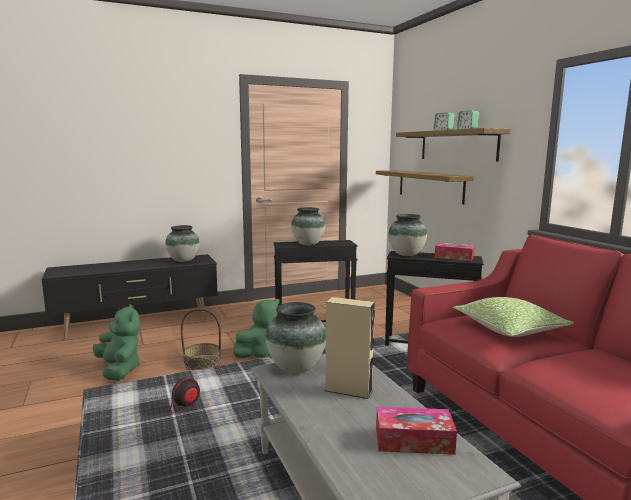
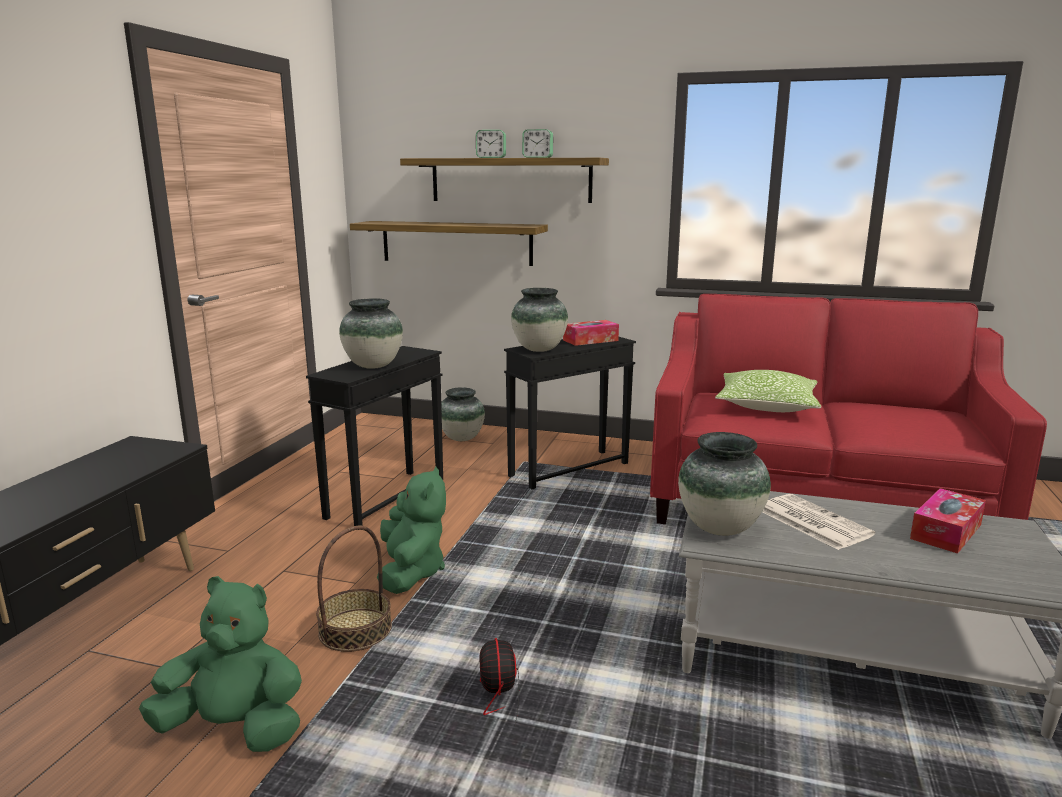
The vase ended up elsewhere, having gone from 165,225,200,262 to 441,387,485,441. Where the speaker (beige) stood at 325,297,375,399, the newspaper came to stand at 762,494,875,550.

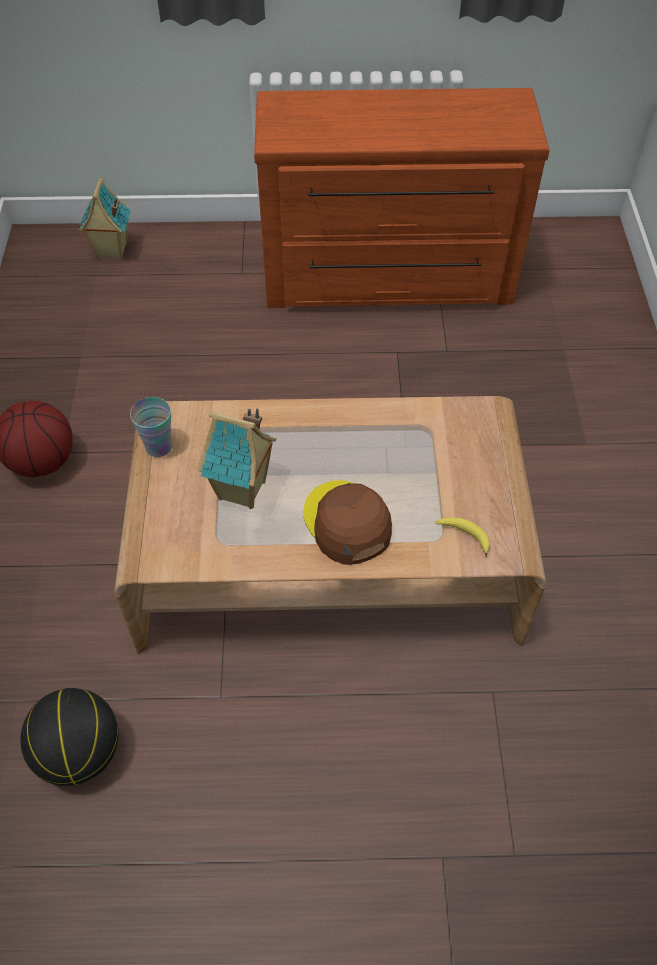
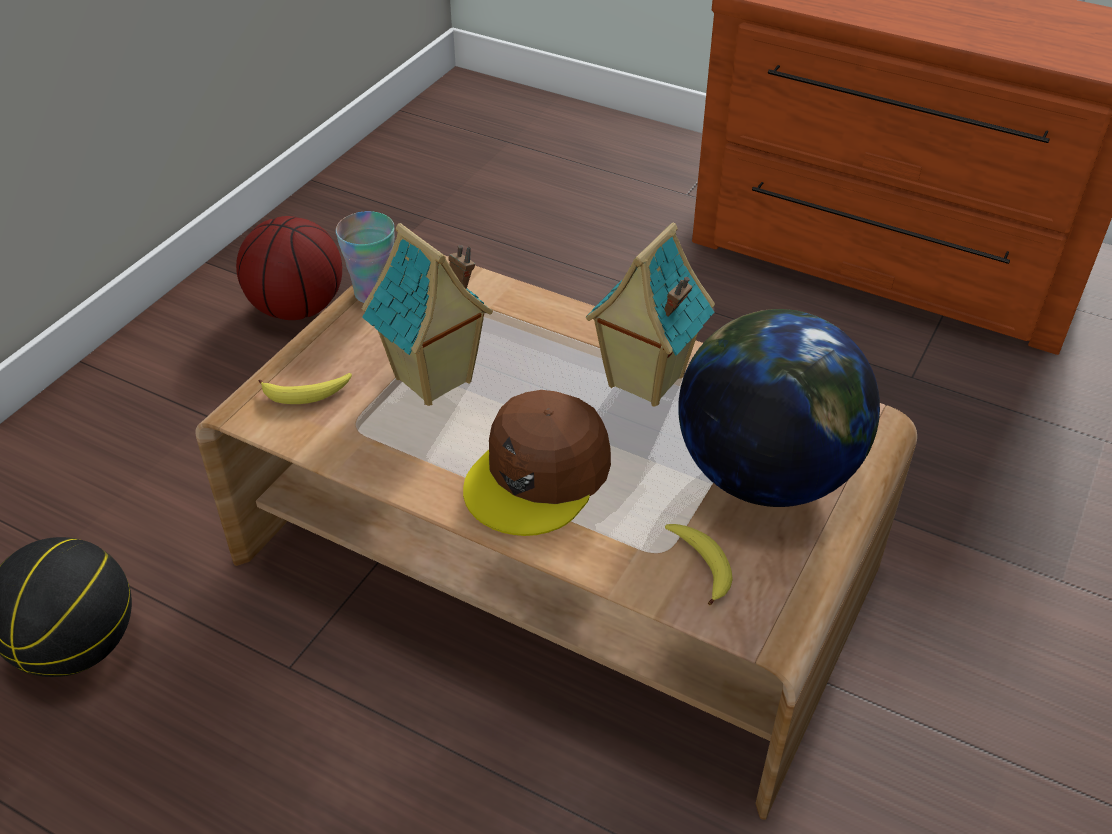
The second view gained the banana at 259,373,352,404. The cap (brown) at 303,480,392,565 ended up facing another way, 150 degrees counterclockwise from before. The toy house ended up elsewhere, having gone from 79,177,131,260 to 586,223,715,406. The second view gained the globe at 678,309,880,507.

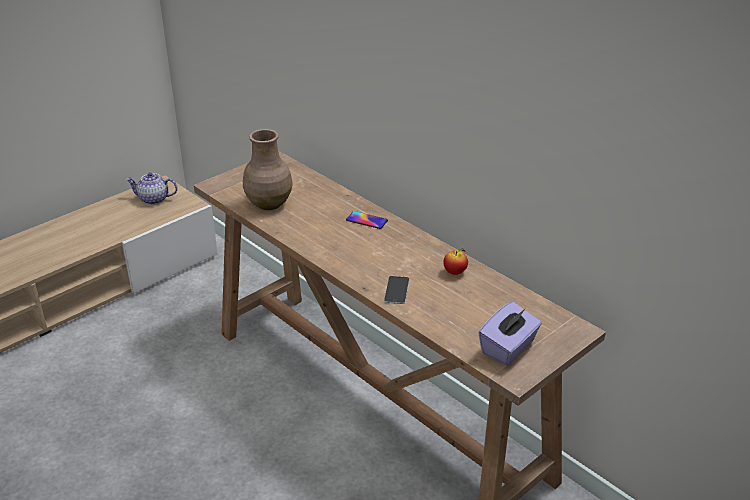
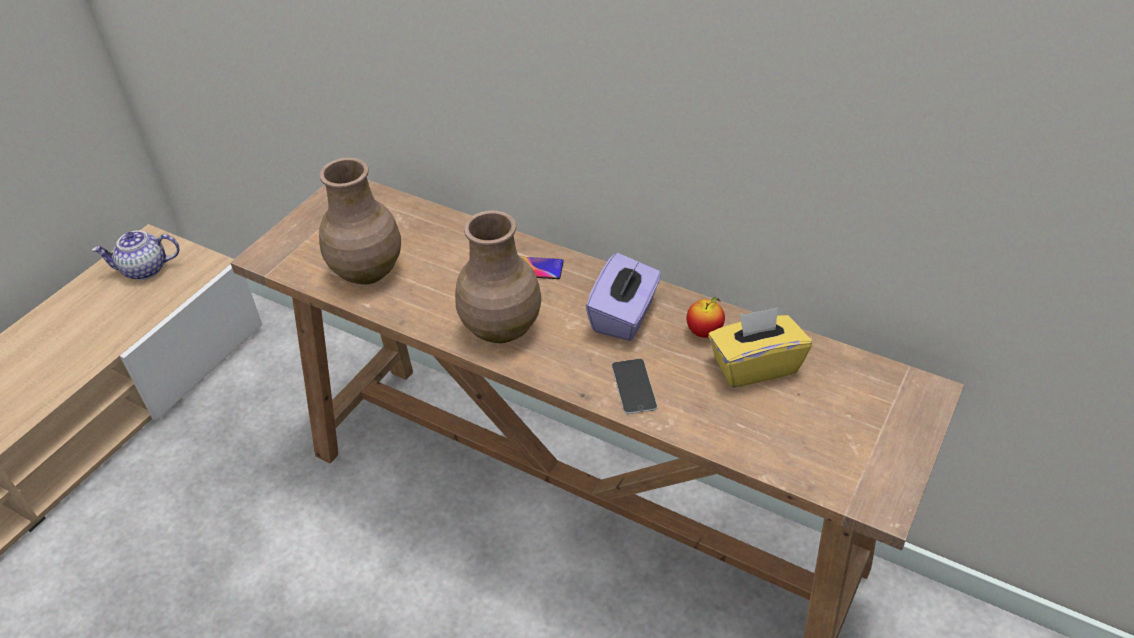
The second view gained the vase (brown) at 455,211,541,343. The tissue box (purple) ended up elsewhere, having gone from 479,302,542,365 to 586,253,661,341. The second view gained the tissue box (yellow) at 708,307,812,388.

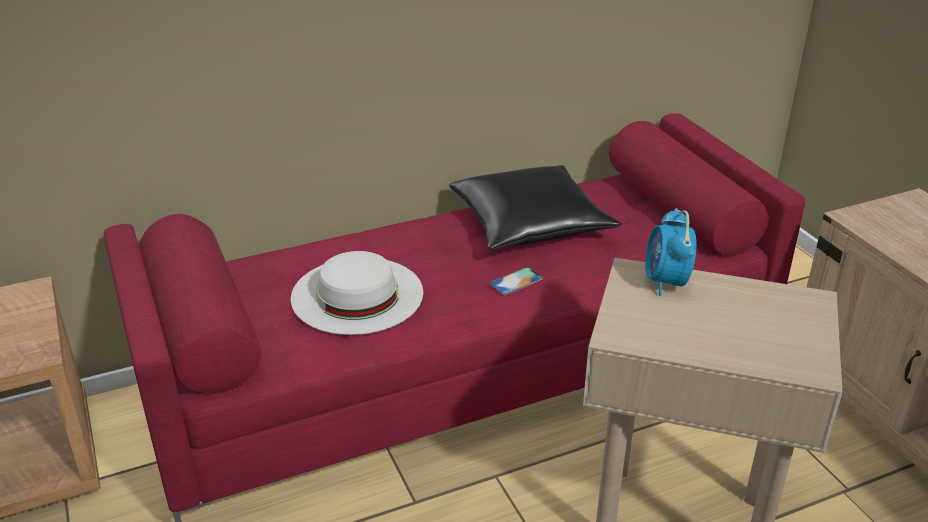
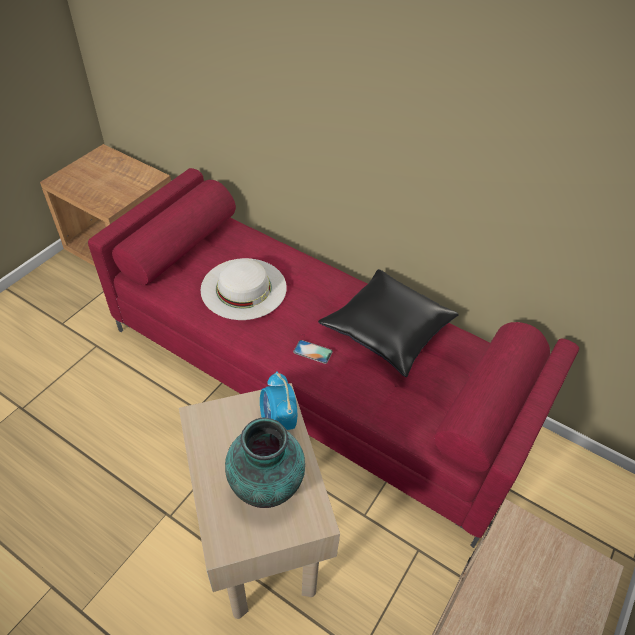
The second view gained the vase at 225,417,305,508. The alarm clock at 645,208,697,296 ended up facing another way, 75 degrees counterclockwise from before.

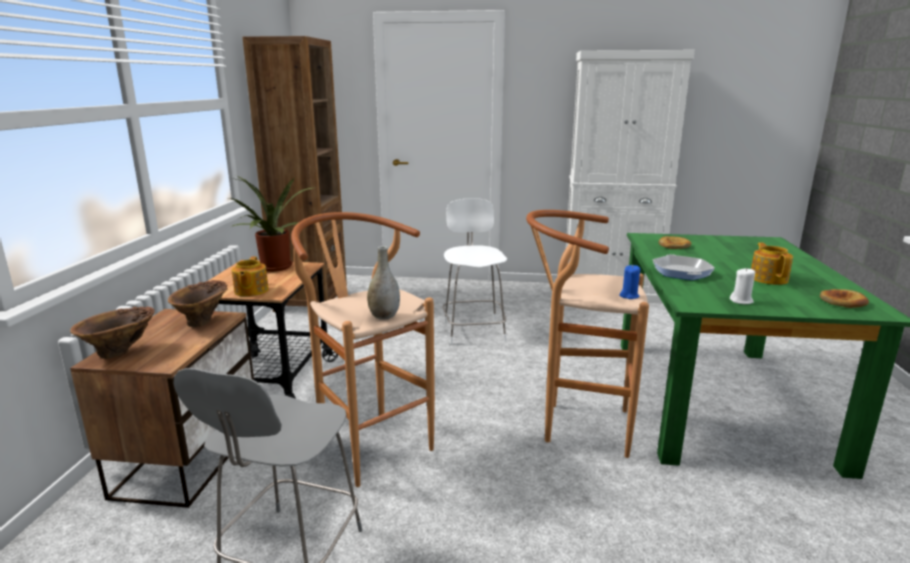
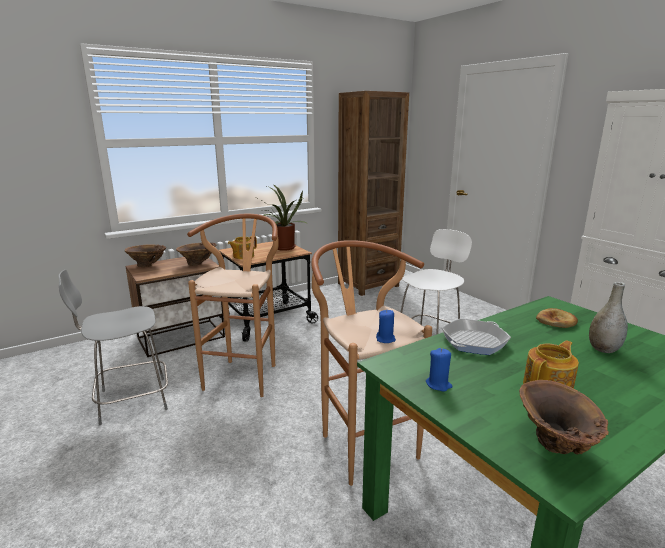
What was the candle (white) at 730,268,755,304 turned into the candle (blue) at 426,348,453,392. Where the bread stood at 820,289,869,308, the vase (brown) came to stand at 519,380,609,455. The vase (grey) ended up elsewhere, having gone from 367,246,400,320 to 589,282,628,353.

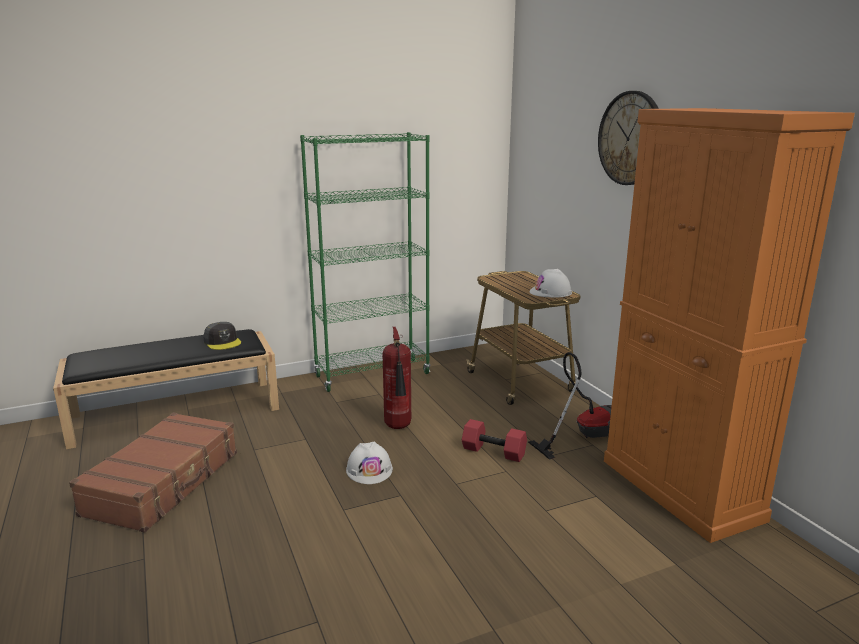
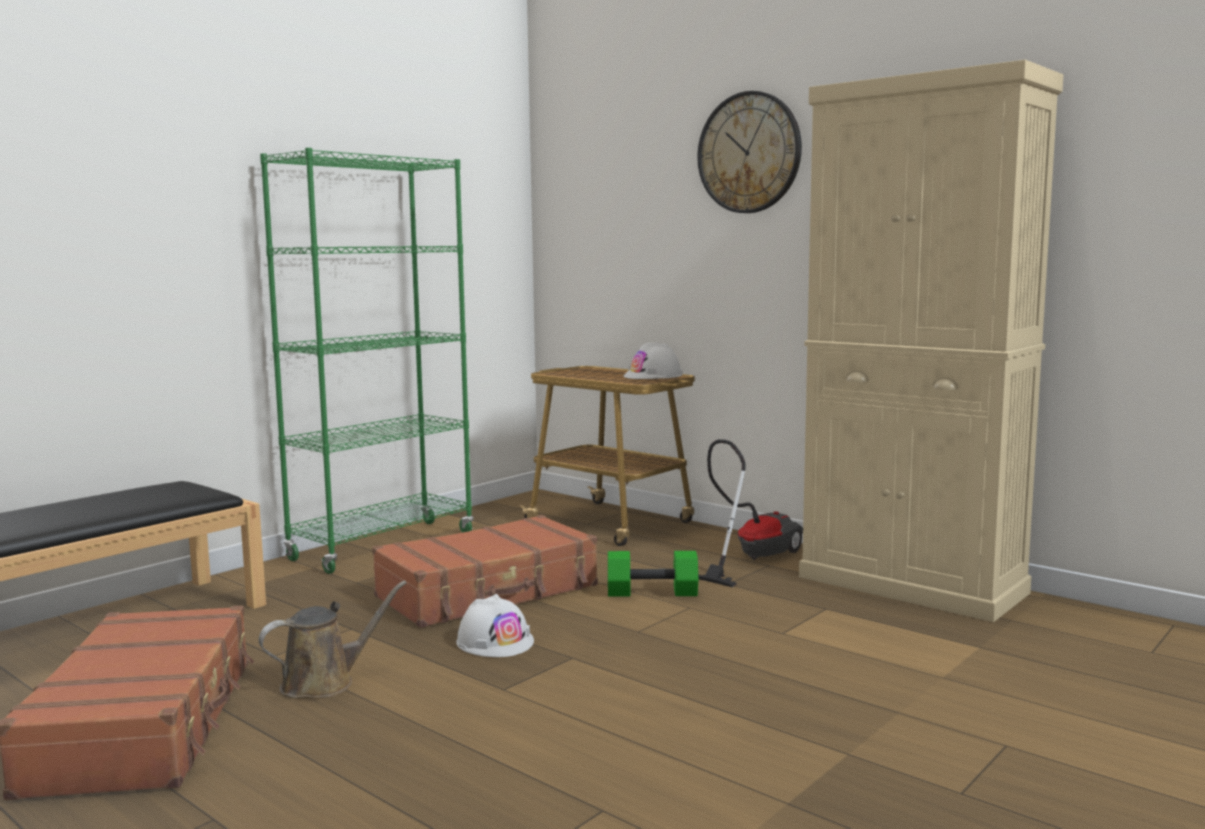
The second view gained the watering can (brown) at 259,580,407,699. Where the fire extinguisher stood at 383,327,411,429, the suitcase (brown) came to stand at 372,515,598,628. What was the dumbbell (red) at 462,419,527,462 turned into the dumbbell (green) at 608,551,698,597. What was the cabinet (orange) at 604,108,855,543 turned into the cabinet (beige) at 799,60,1063,622. The second view lost the cap (grey) at 203,322,241,350.

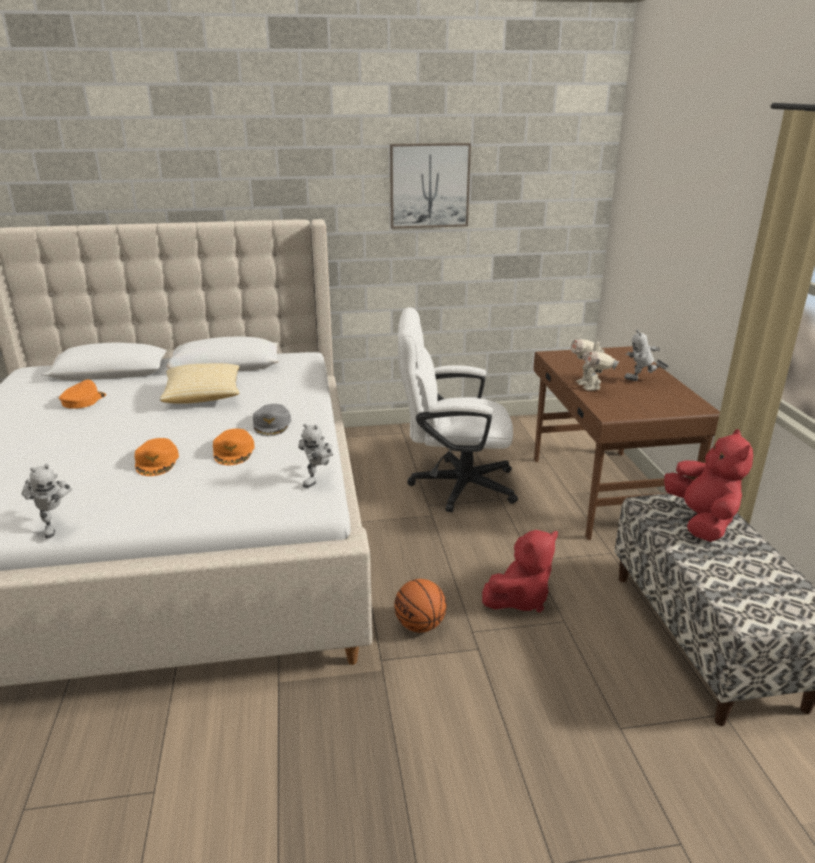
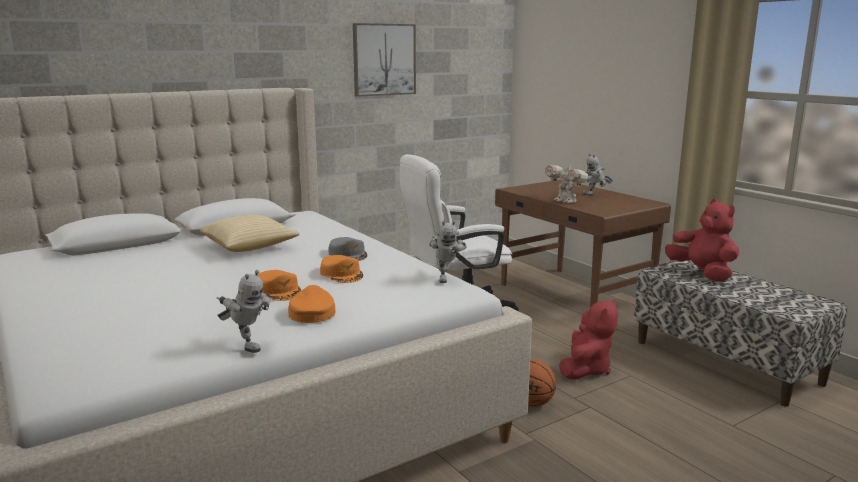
The cap (orange) ended up elsewhere, having gone from 59,380,106,409 to 288,285,336,323.

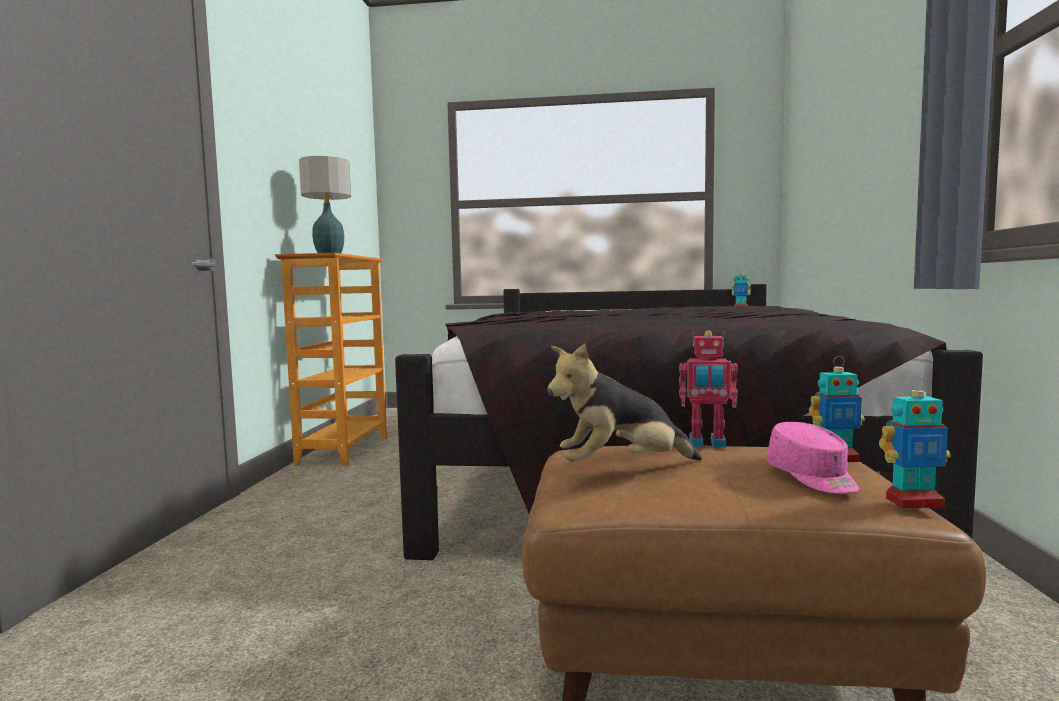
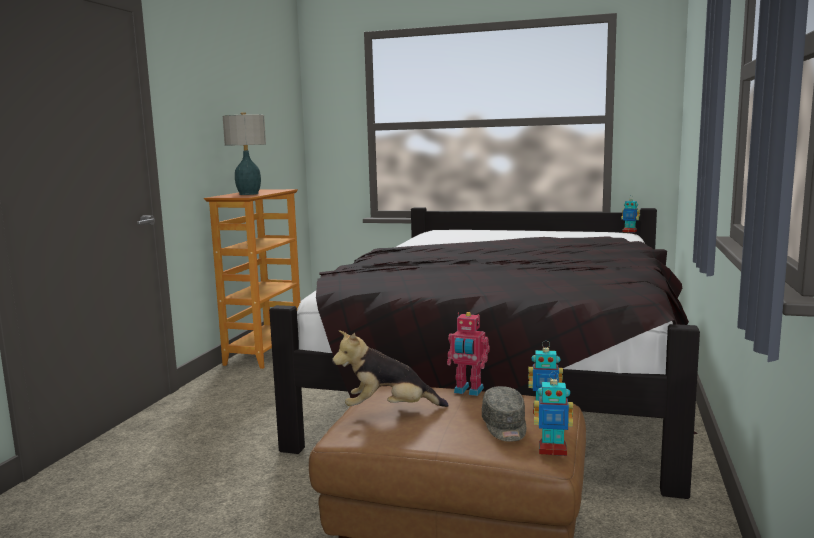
What was the cap (pink) at 767,422,859,494 turned into the cap (grey) at 482,386,526,442.

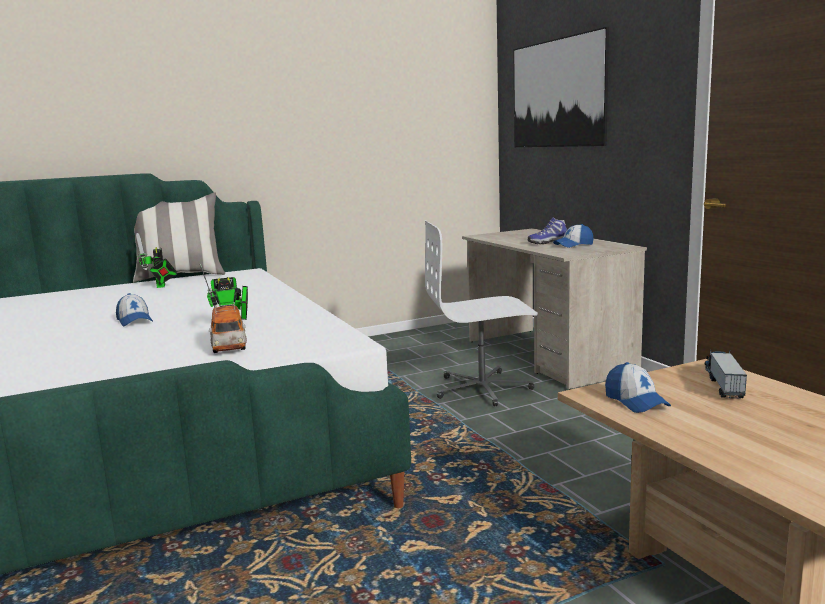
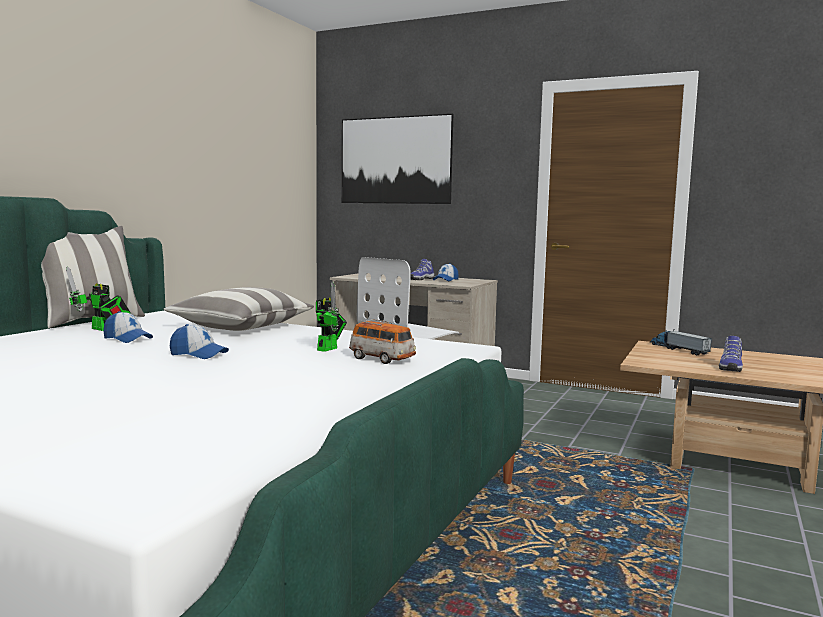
The cap ended up elsewhere, having gone from 605,362,671,413 to 103,311,153,343. The second view gained the pillow at 164,287,314,331. The second view gained the shoe at 719,336,743,372.

